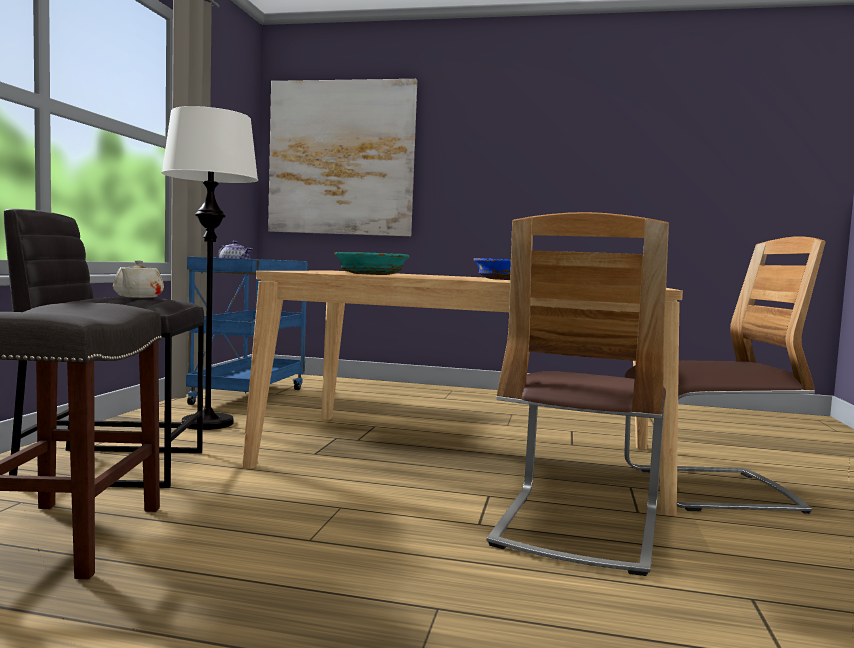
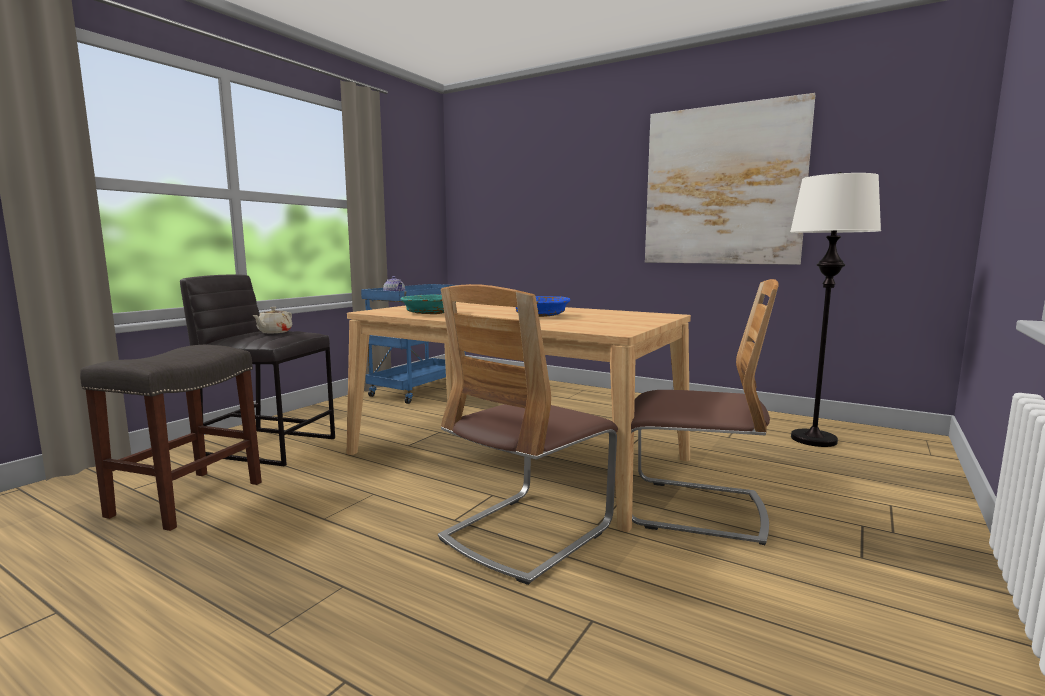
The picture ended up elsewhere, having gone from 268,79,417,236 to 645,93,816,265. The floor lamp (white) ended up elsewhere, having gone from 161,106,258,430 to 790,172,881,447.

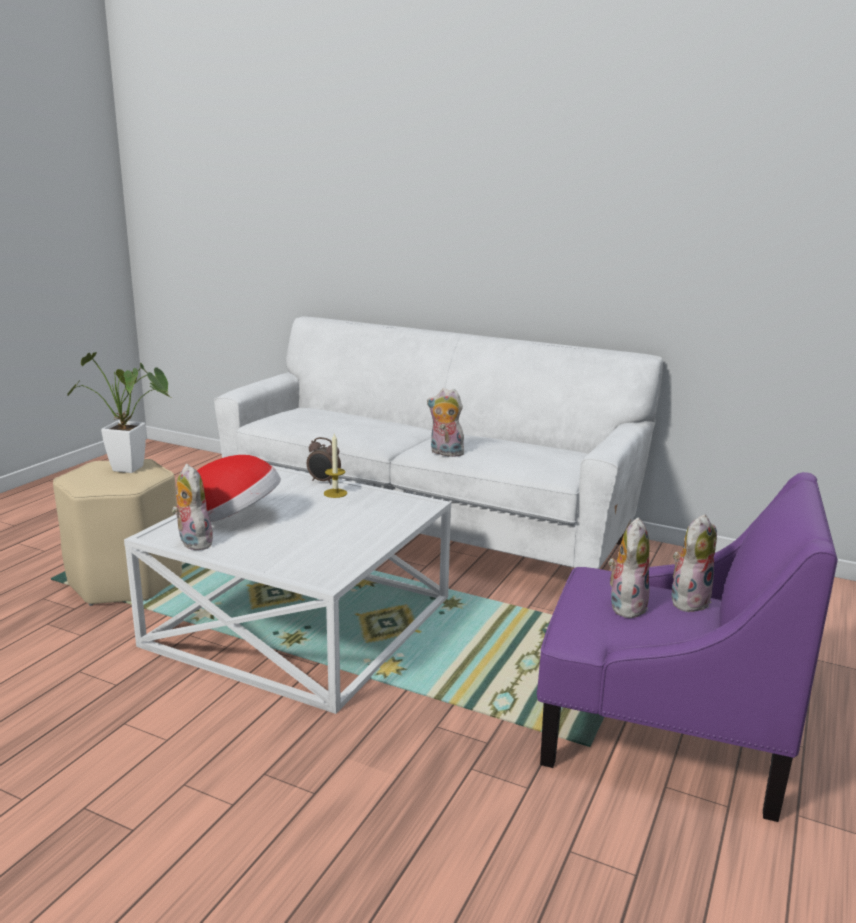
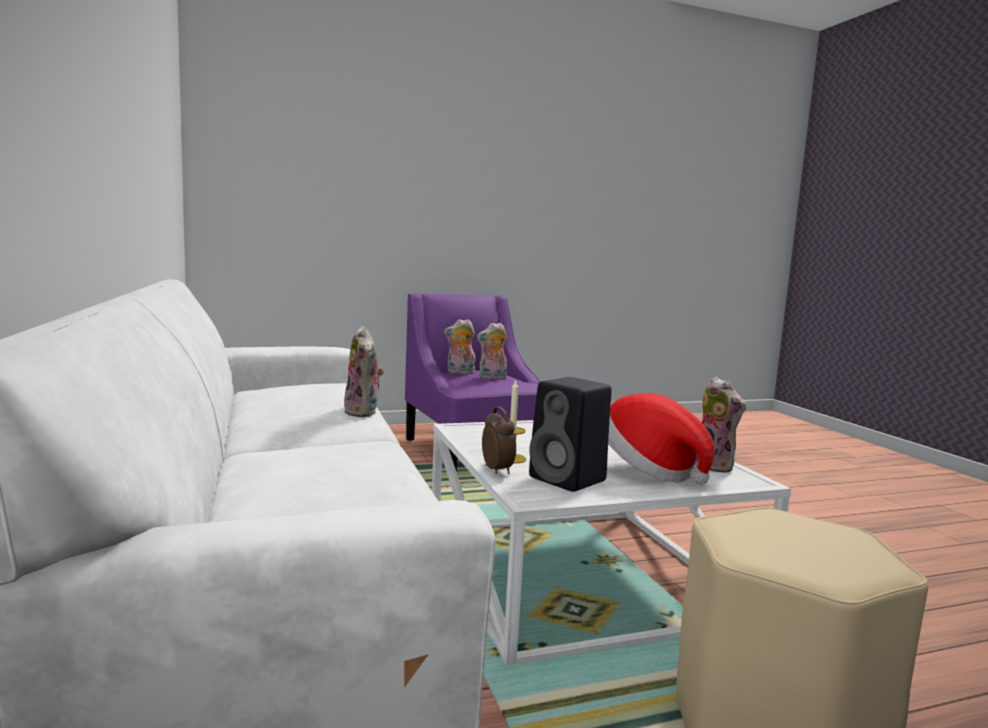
The second view gained the speaker (black) at 529,377,612,492. The plush toy at 171,464,216,550 ended up facing another way, 45 degrees counterclockwise from before. The second view lost the potted plant at 67,352,170,473.

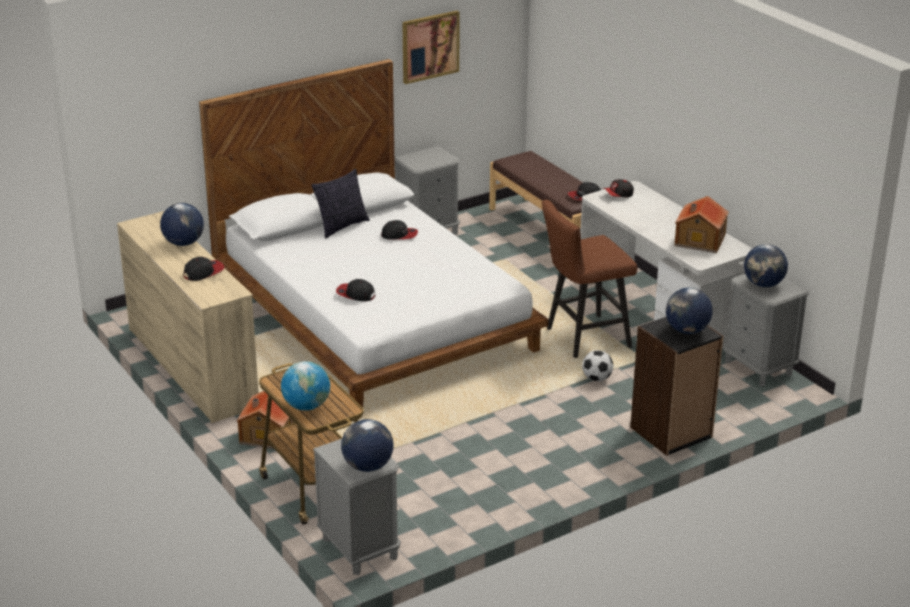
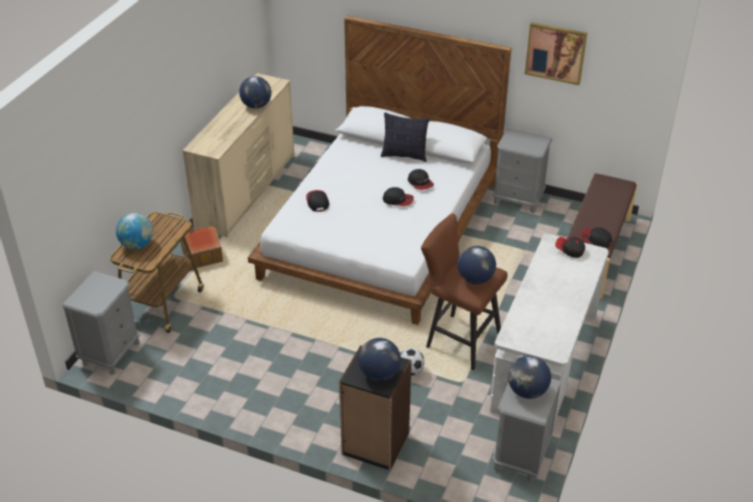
The cap ended up elsewhere, having gone from 183,257,224,281 to 383,187,414,206. The globe ended up elsewhere, having gone from 341,419,393,472 to 457,246,496,284. The second view lost the toy house at 674,196,729,253.

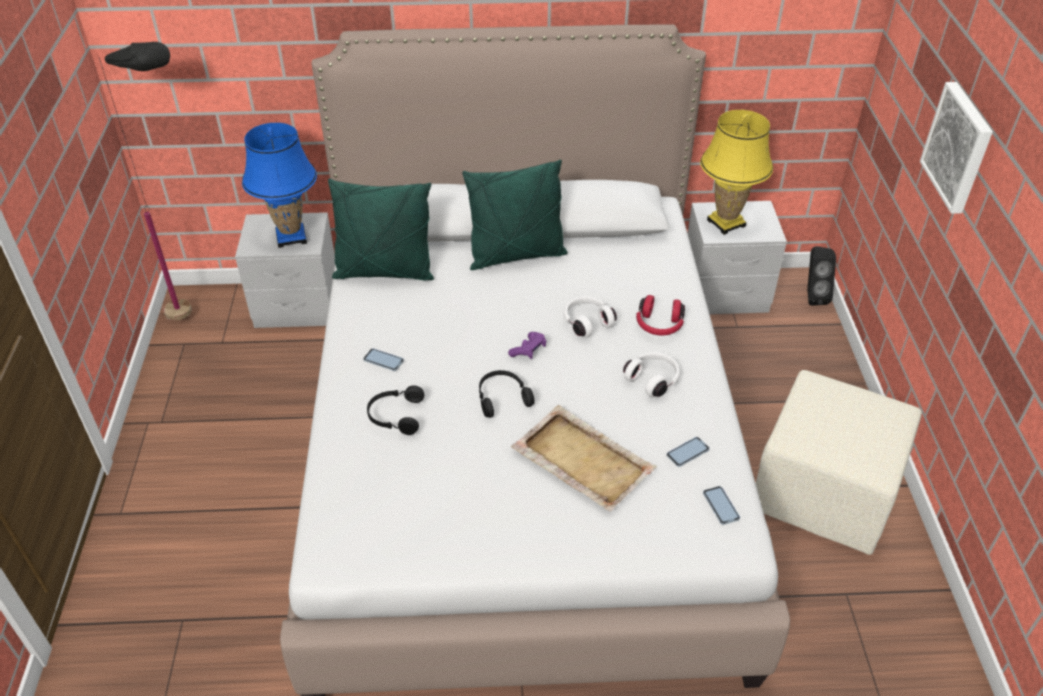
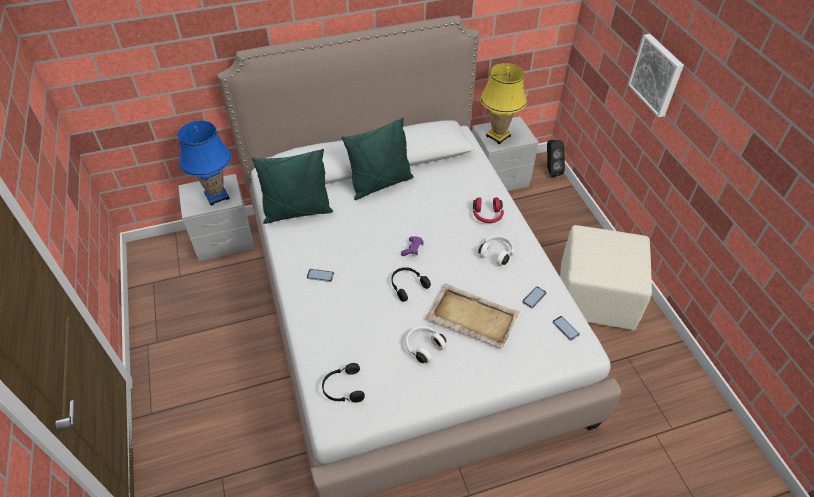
The headphones (black) ended up elsewhere, having gone from 367,385,424,435 to 322,363,365,403. The headphones (white) ended up elsewhere, having gone from 564,296,617,338 to 405,326,446,363. The second view lost the floor lamp (black) at 99,42,192,320.

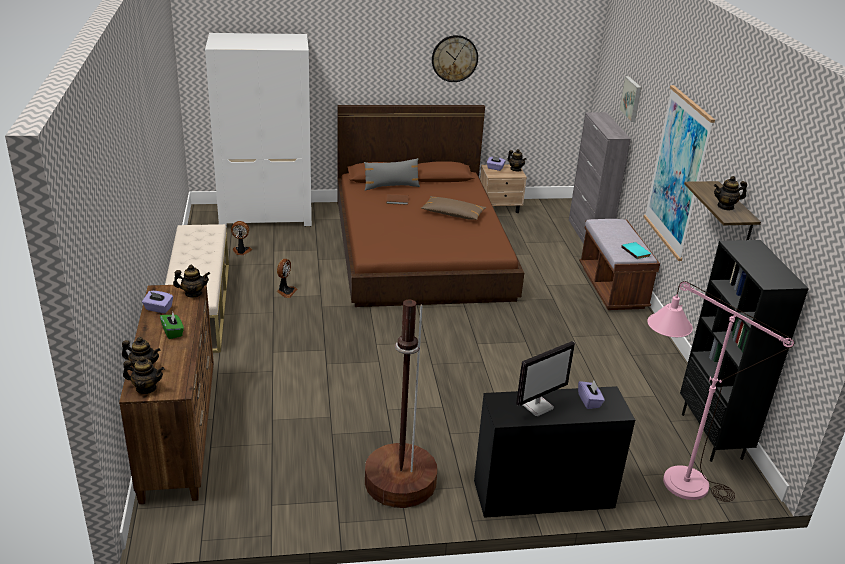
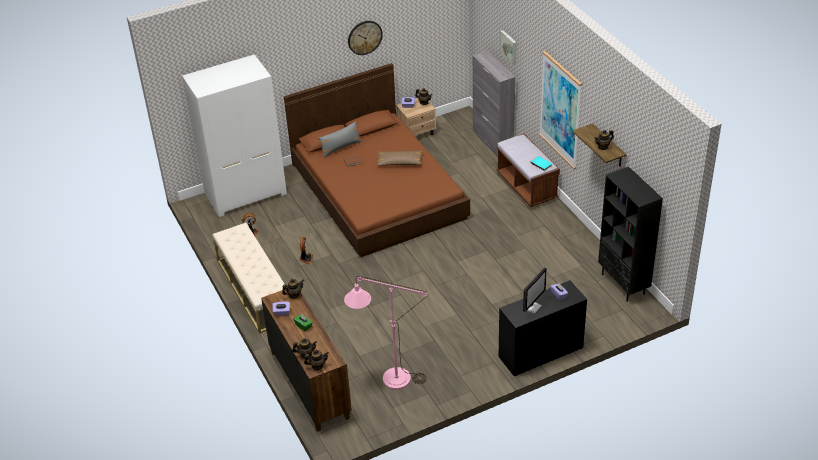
The floor lamp (pink) ended up elsewhere, having gone from 648,281,794,502 to 344,276,428,390. The second view lost the floor lamp (brown) at 365,300,437,508.

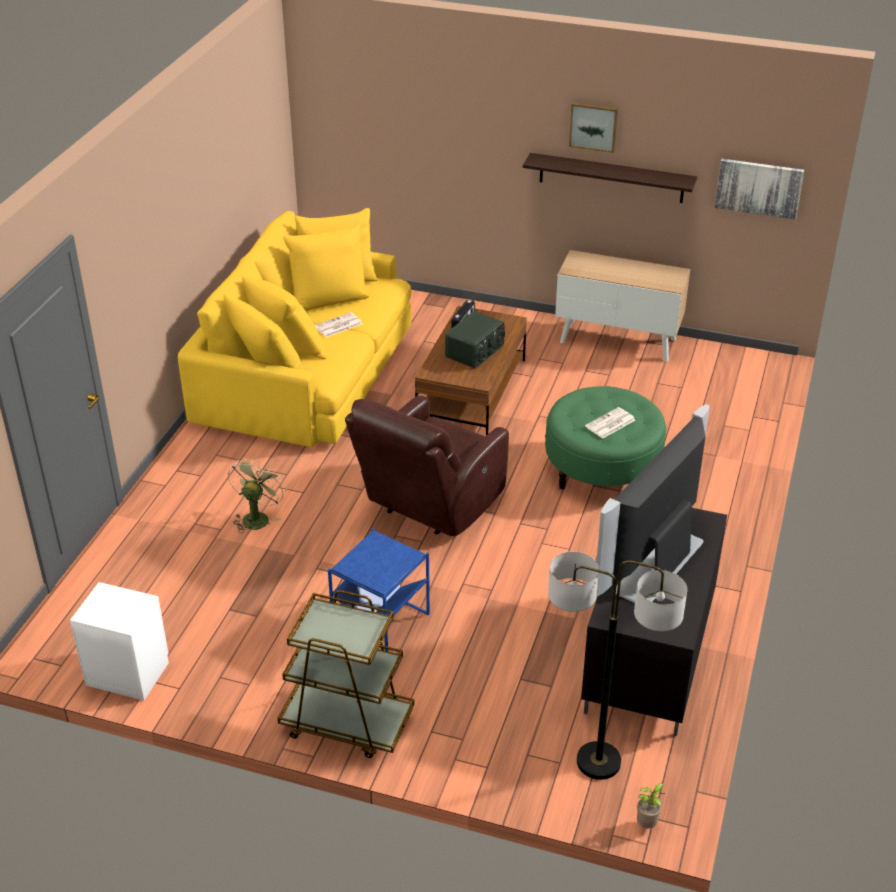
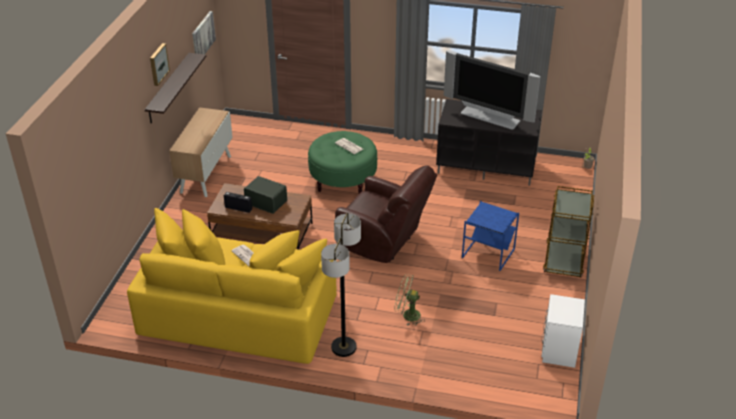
The floor lamp ended up elsewhere, having gone from 548,552,687,780 to 321,213,361,357.

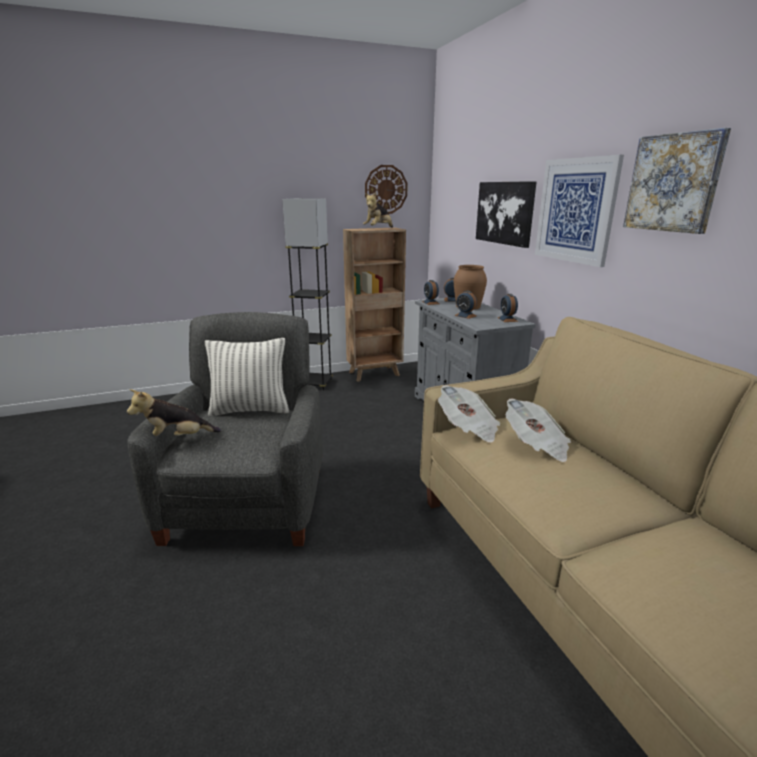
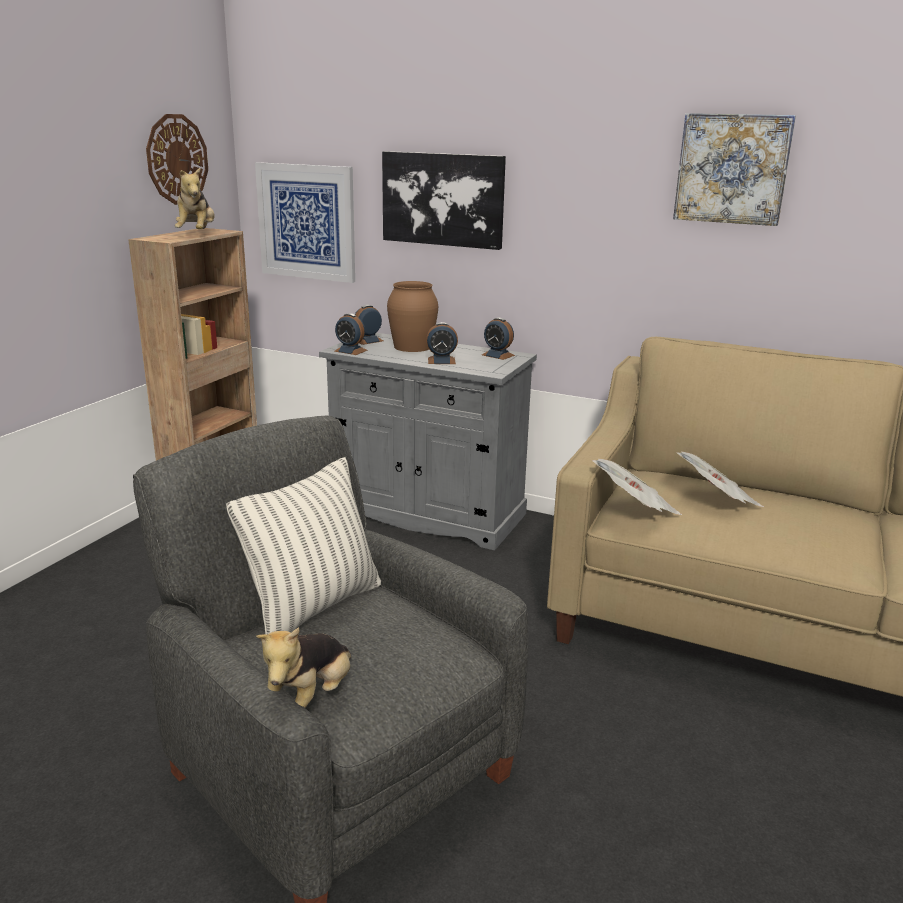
The picture ended up elsewhere, having gone from 535,155,624,267 to 255,162,355,283. The second view lost the floor lamp (grey) at 282,198,333,391.

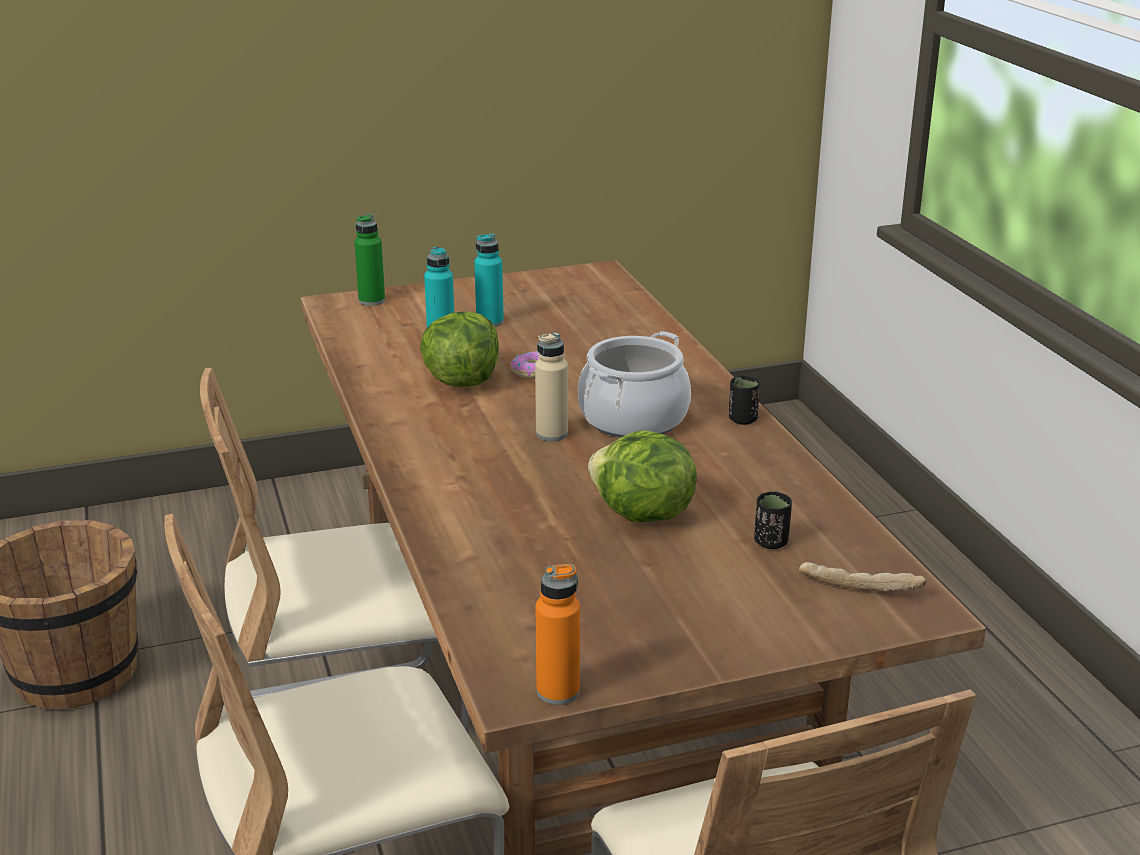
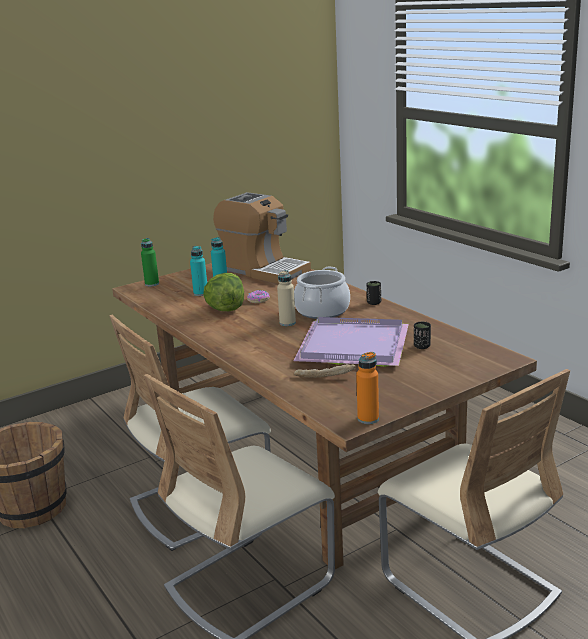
The second view gained the coffee machine at 213,192,311,284. Where the lettuce stood at 588,431,697,522, the tray (purple) came to stand at 293,317,409,367. The bread ended up elsewhere, having gone from 799,562,926,591 to 294,364,356,378.

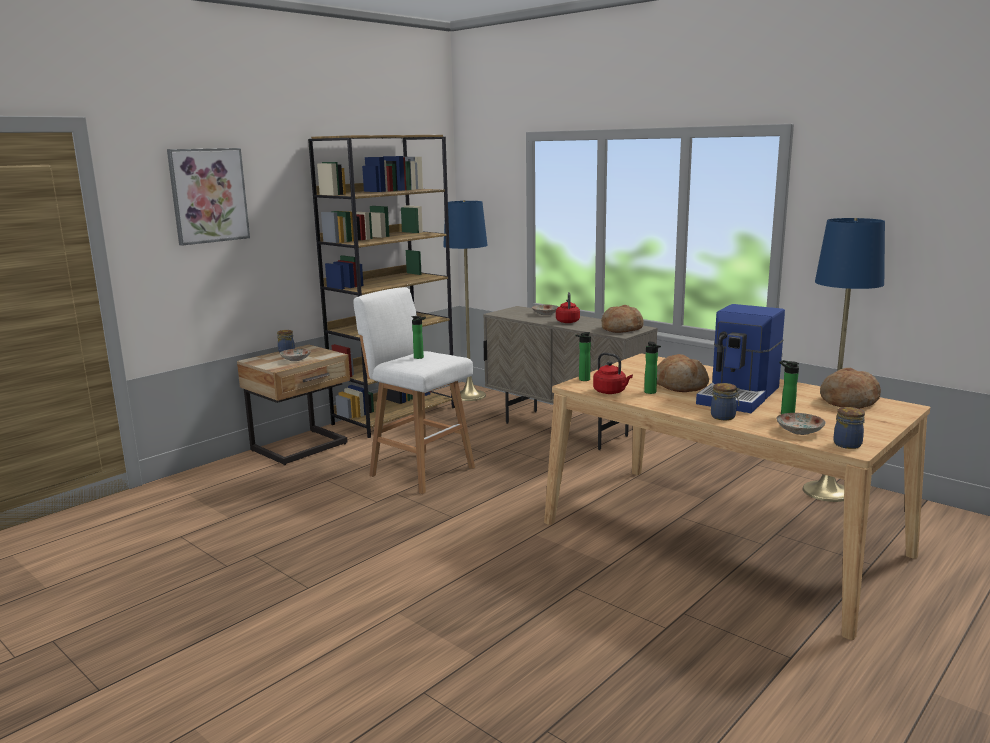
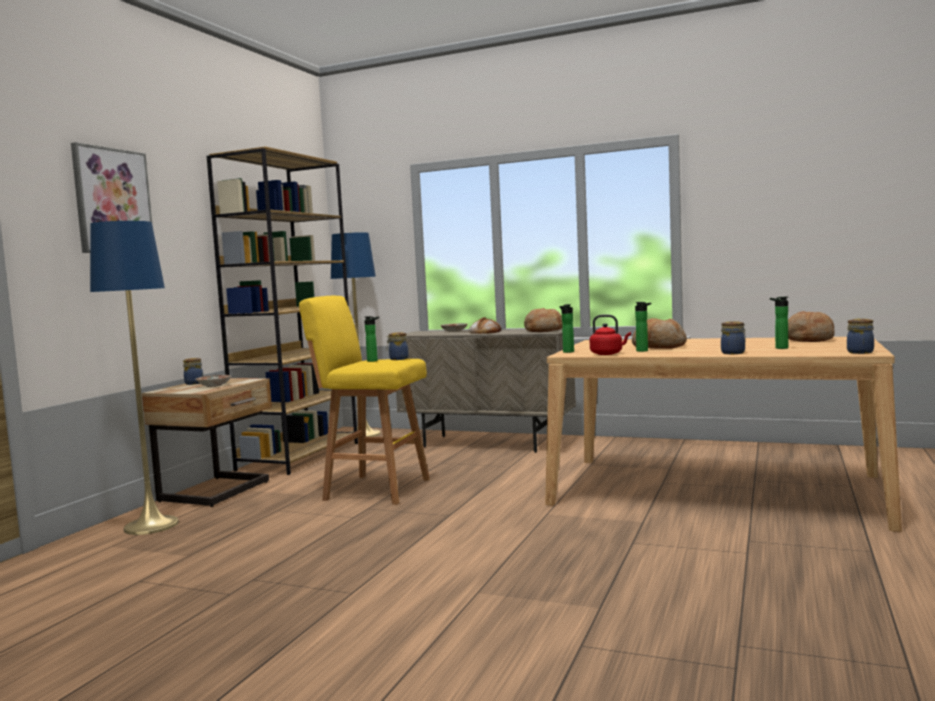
The floor lamp (blue) ended up elsewhere, having gone from 803,218,885,502 to 90,220,179,535. What was the stool (white) at 353,287,475,494 turned into the stool (yellow) at 299,296,430,505. The second view gained the jar at 386,332,409,360. Where the kettle (red) stood at 556,292,580,323, the bread came to stand at 469,317,502,334. The second view lost the coffee machine at 696,304,785,413. The second view lost the plate at 776,413,826,435.

